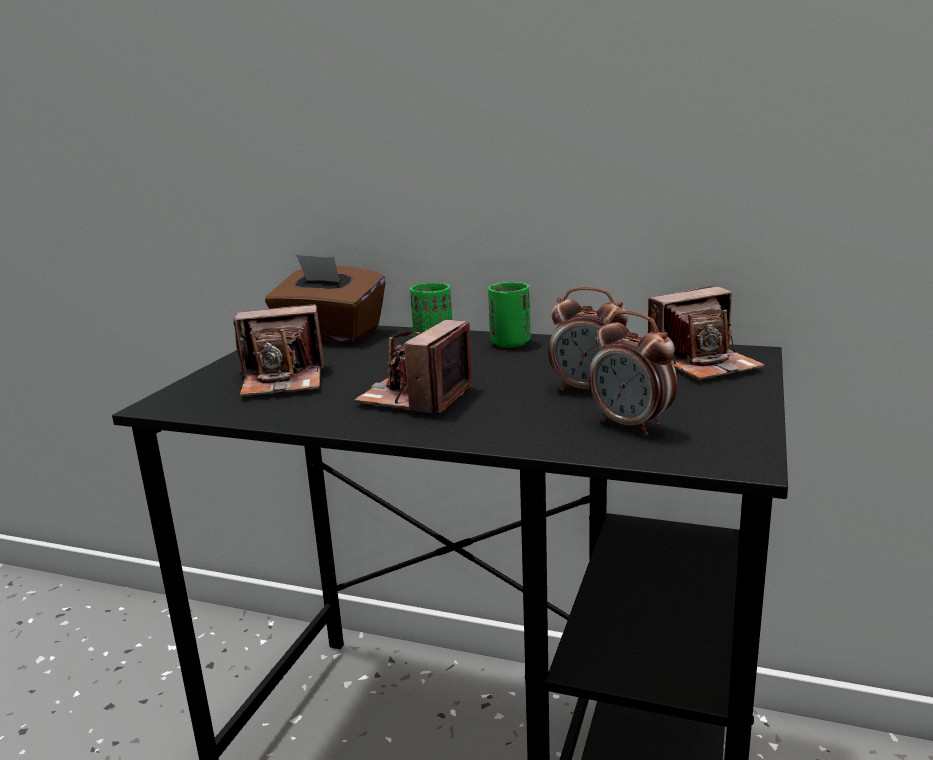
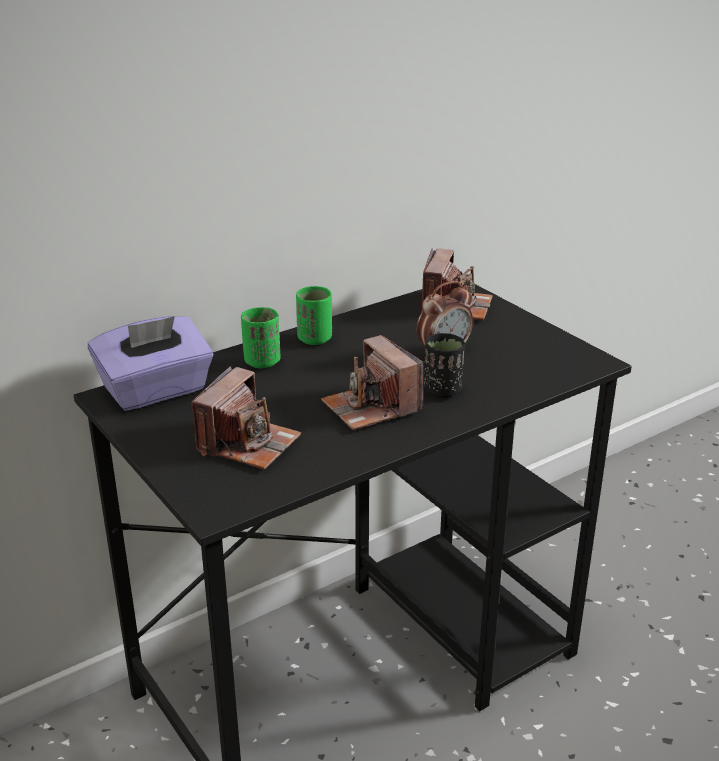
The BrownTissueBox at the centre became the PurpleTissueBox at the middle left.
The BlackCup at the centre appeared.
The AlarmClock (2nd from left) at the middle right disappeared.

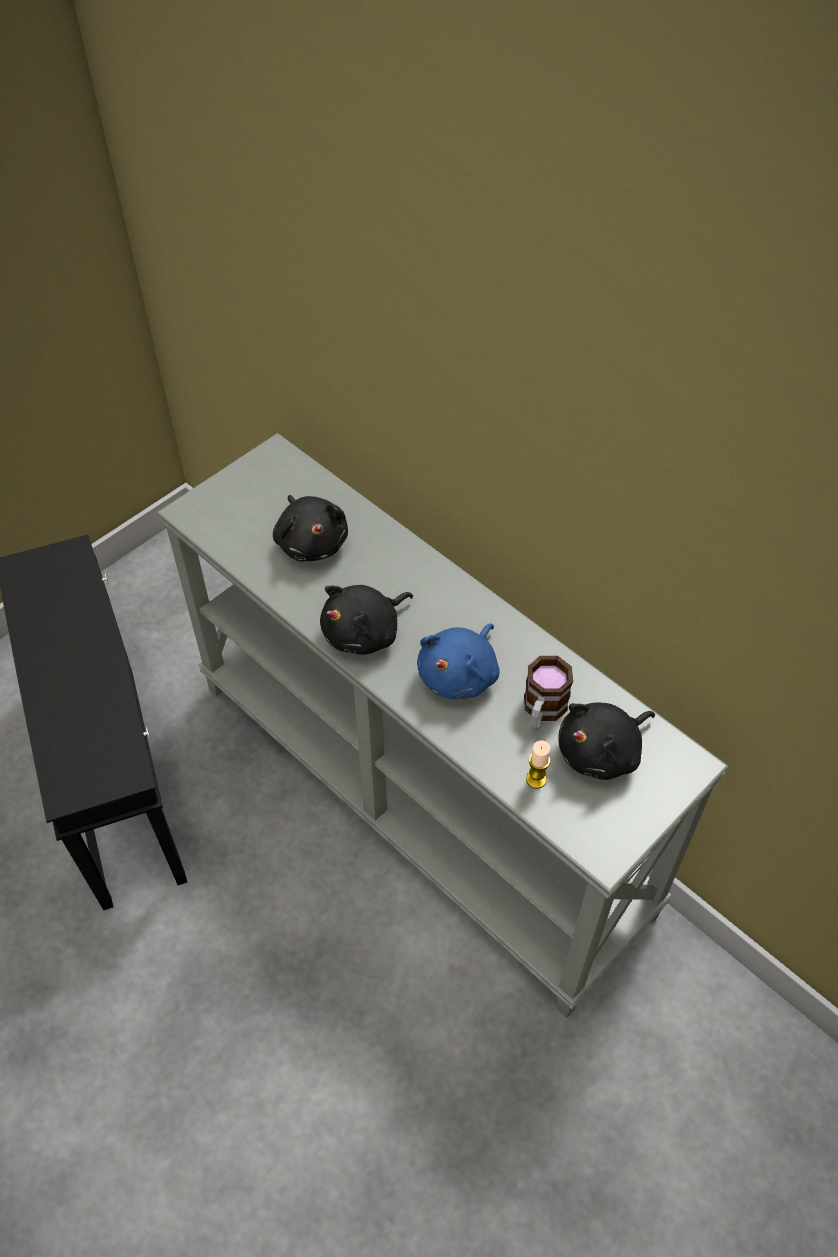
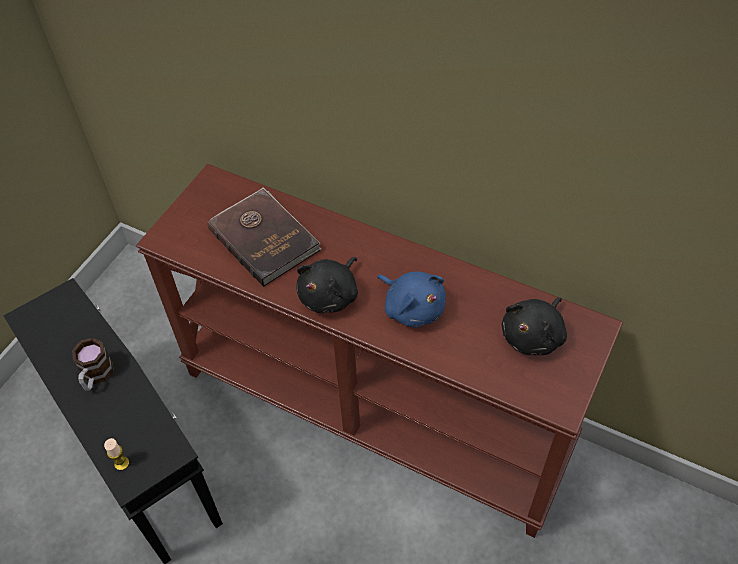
The Mug moved from the centre to the middle left.
The Candle moved from the centre to the bottom left.
The GreyConsoleTable at the centre became the BrownConsoleTable at the centre.
The BlackPlushToy (1st from left) at the centre was replaced by the BrownBook at the centre.
The BluePlushToy at the centre turned 60 degrees counterclockwise.

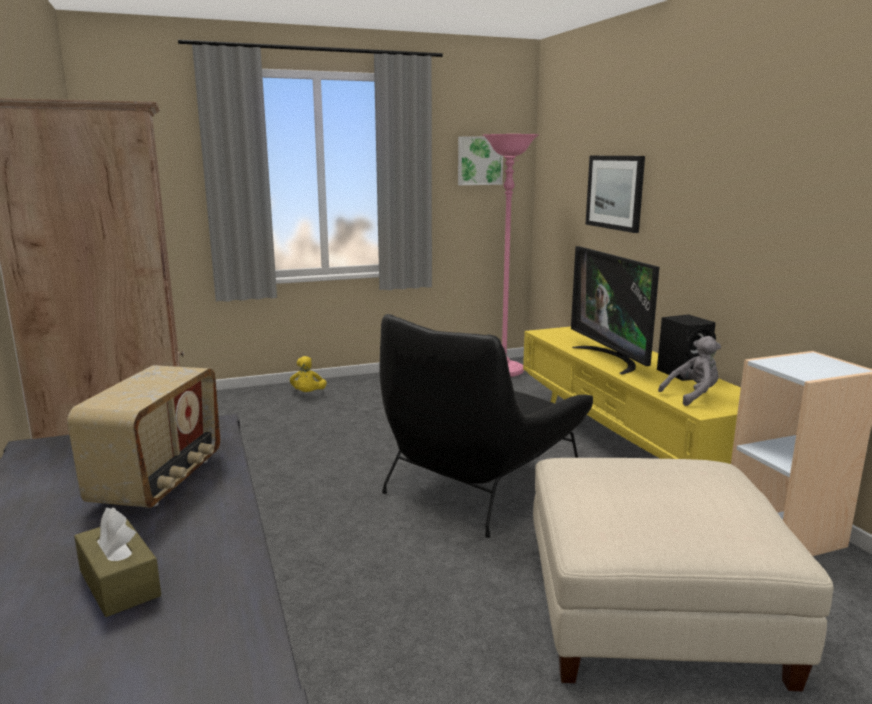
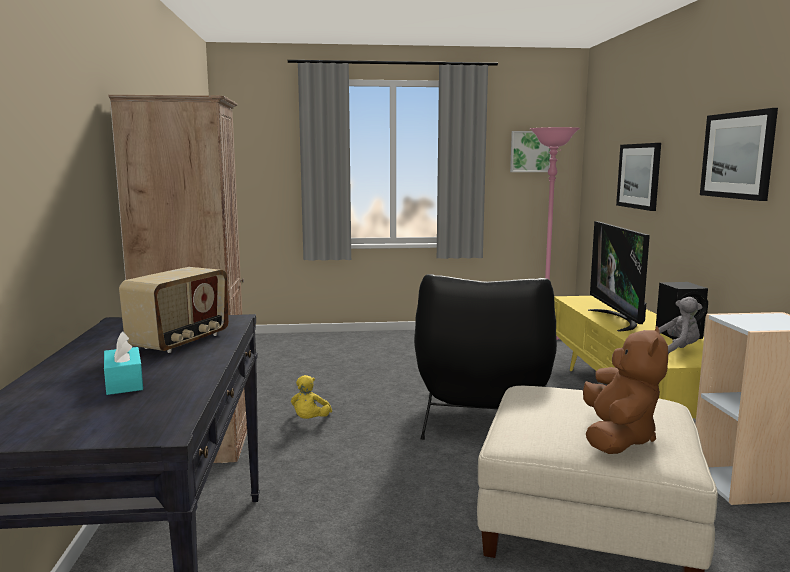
The BrownTissueBox at the bottom left became the TurquoiseTissueBox at the middle left.
The YellowPlushToy moved from the centre to the bottom centre.
The BlackArmchair at the centre turned 45 degrees counterclockwise.
The BrownPlushToy at the bottom right appeared.
The Picture (3rd from left) at the top right appeared.

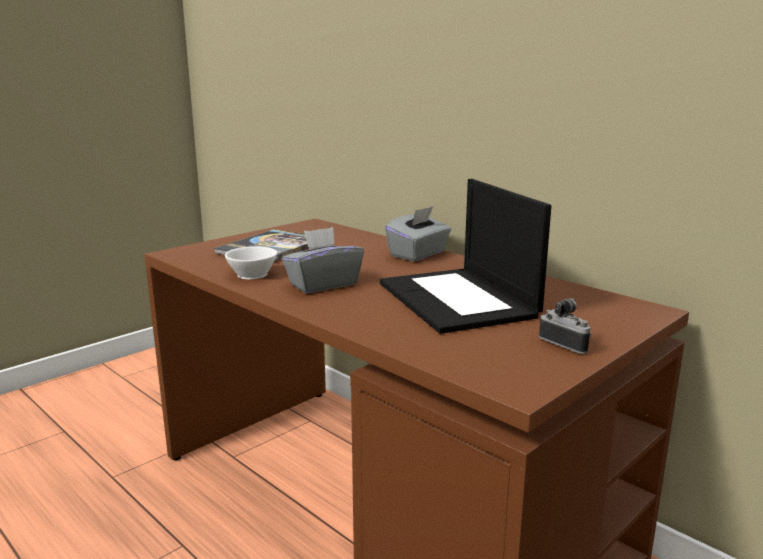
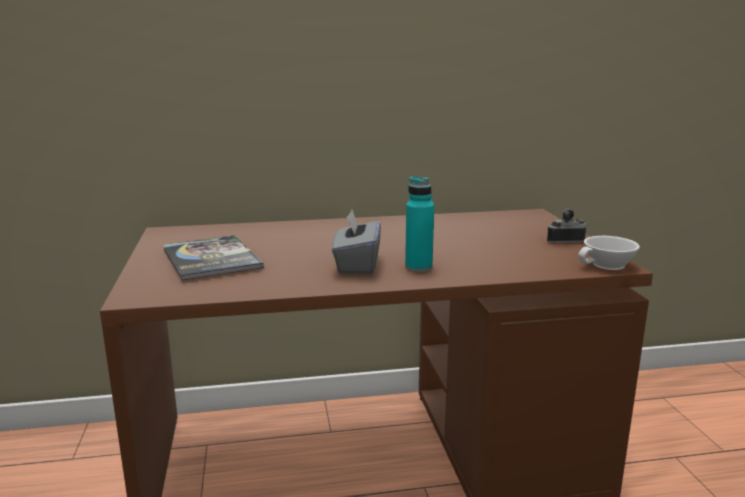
The TurquoiseBottle at the centre appeared.
The WhiteCup moved from the middle left to the middle right.
The Laptop at the centre disappeared.
The GreyTissueBox (2nd from left) at the centre disappeared.

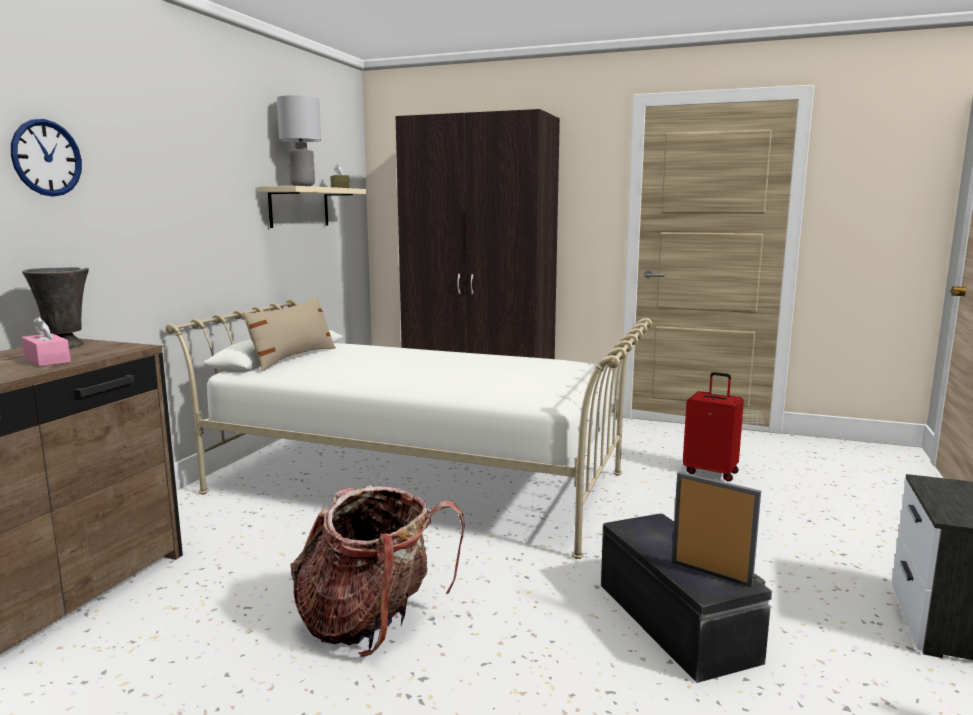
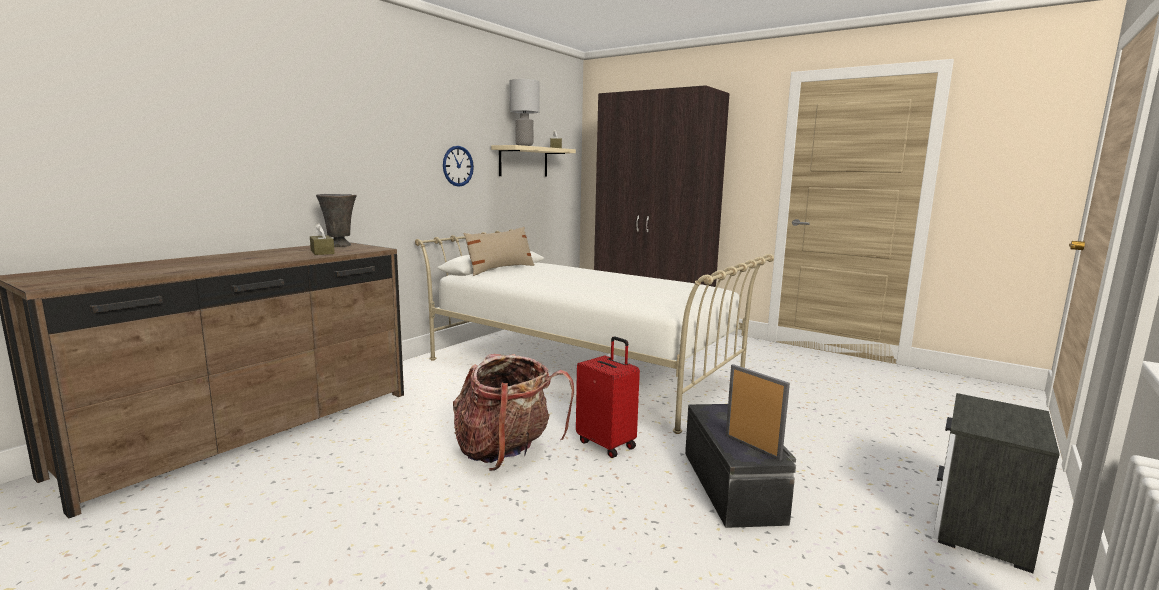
The PinkTissueBox at the middle left became the BrownTissueBox (1st from left) at the middle left.
The WallClock moved from the top left to the top centre.
The RedSuitcase moved from the middle right to the bottom centre.

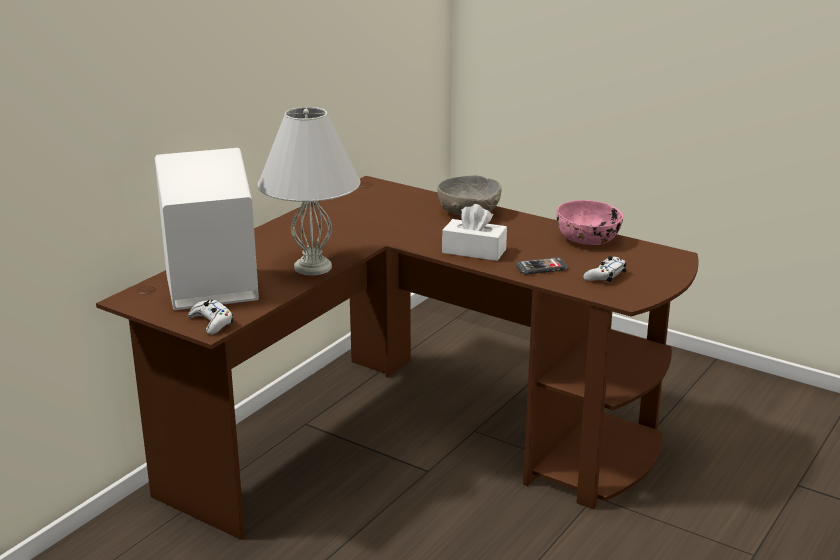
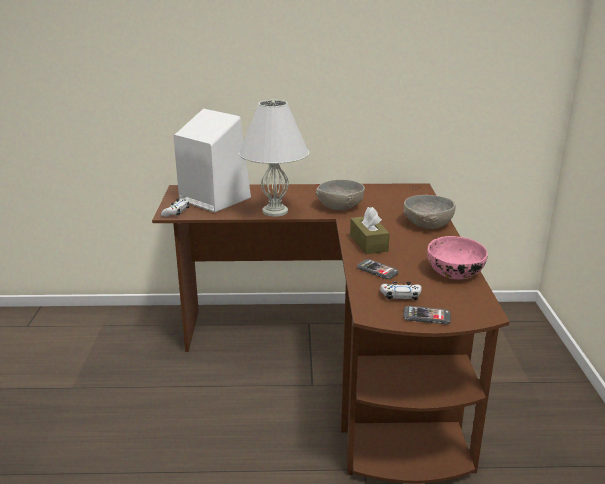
The GreyBowl (1st from left) at the centre appeared.
The WhiteTissueBox at the centre became the BrownTissueBox at the centre.
The Phone (2nd from left) at the middle right appeared.

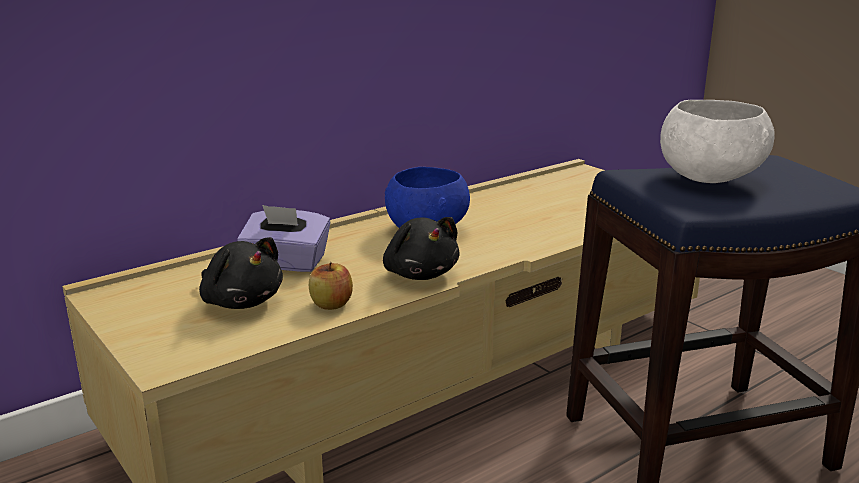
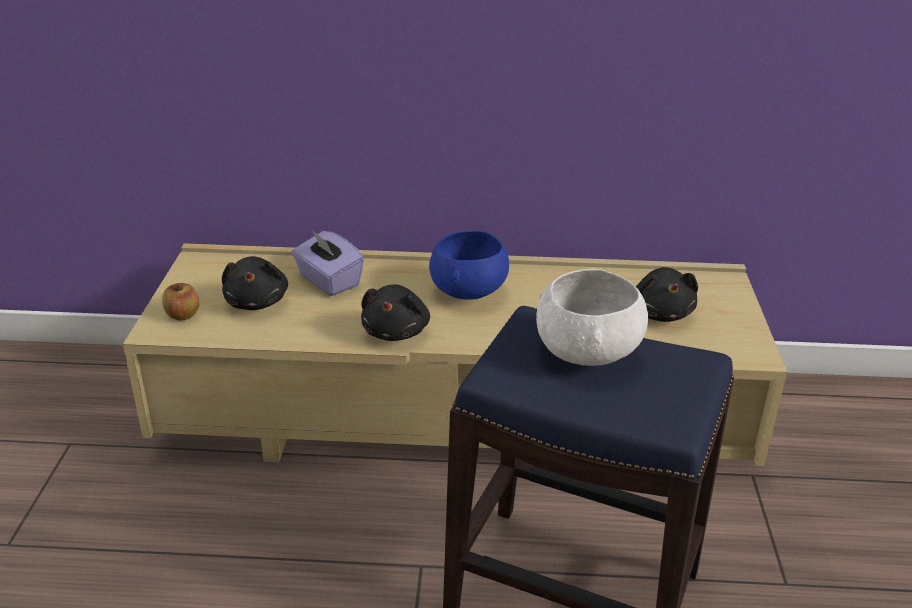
The Apple moved from the centre to the middle left.
The BlackPlushToy (3rd from left) at the middle right appeared.

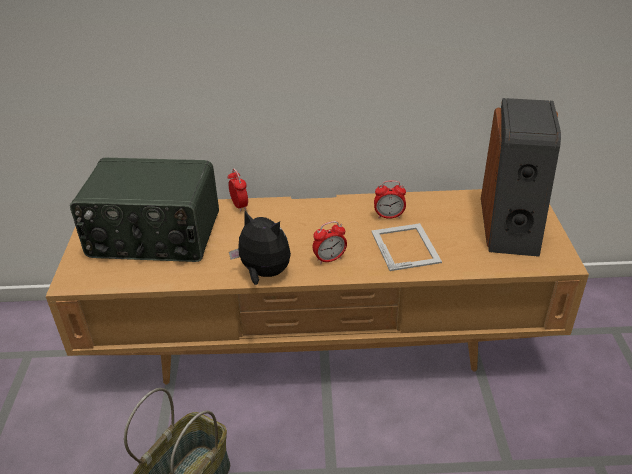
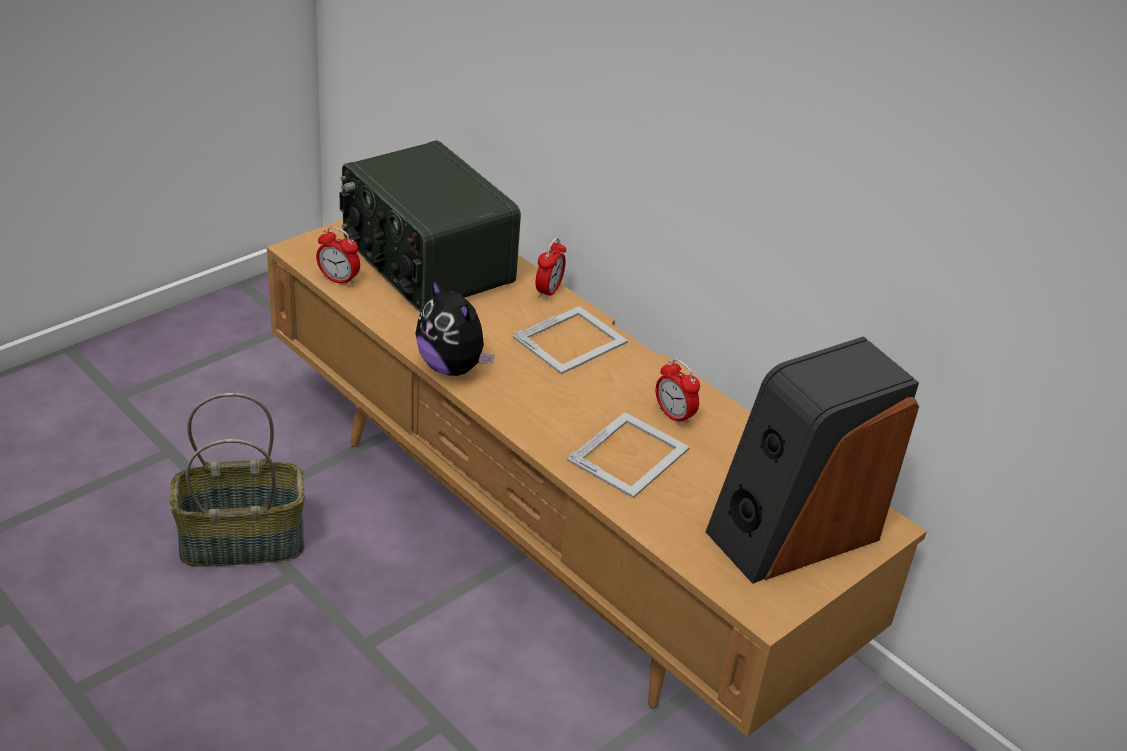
The AlarmClock (2nd from left in the first image) moved from the centre to the middle left.
The PlushToy at the centre turned 150 degrees clockwise.
The PictureFrame (1st from left) at the centre appeared.

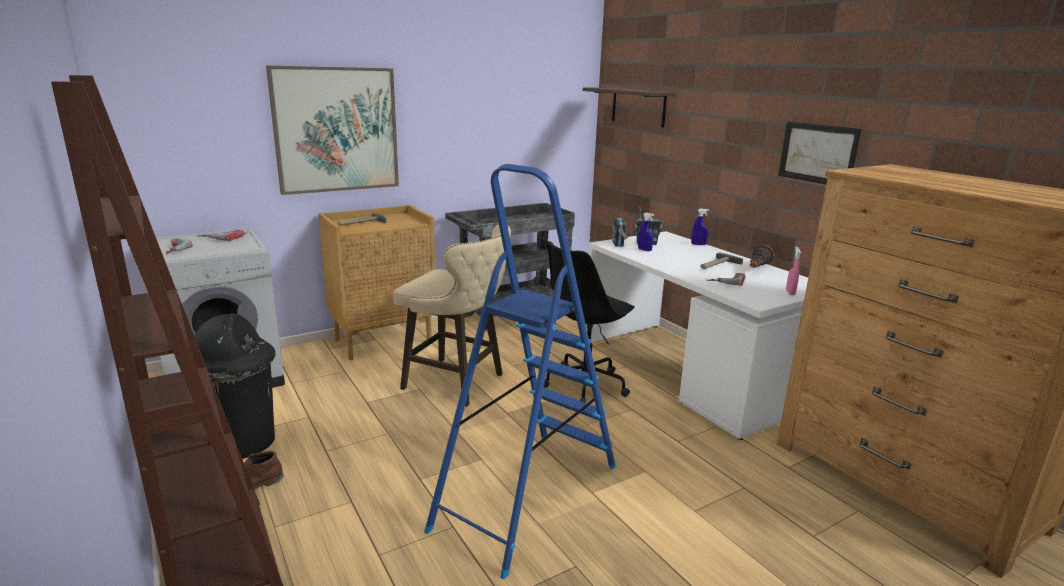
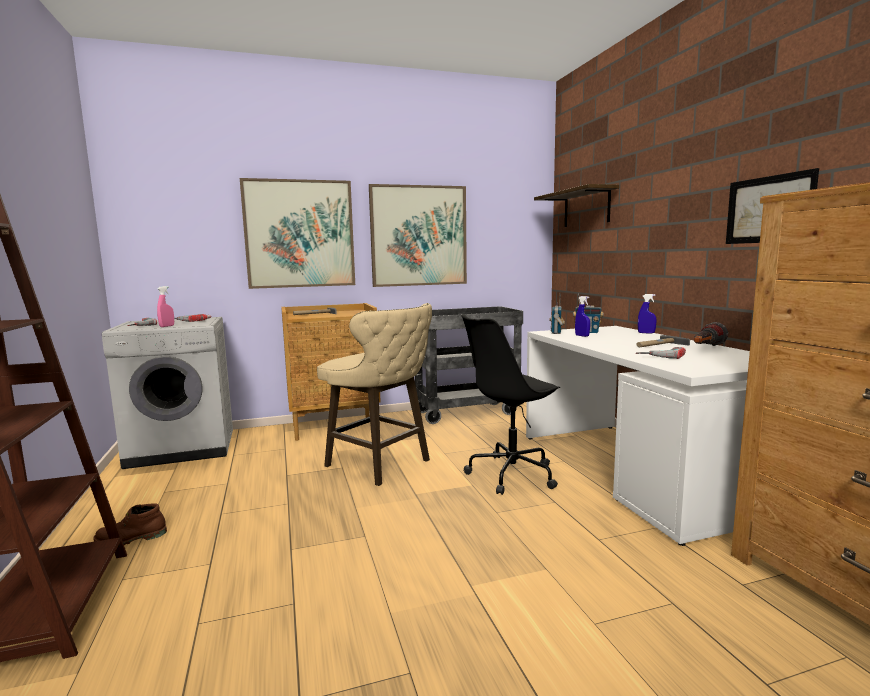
The PinkSprayBottle moved from the middle right to the middle left.
The Picture (2nd from left) at the centre appeared.
The BlackTrashCan at the middle left disappeared.
The BlueStepLadder at the centre disappeared.

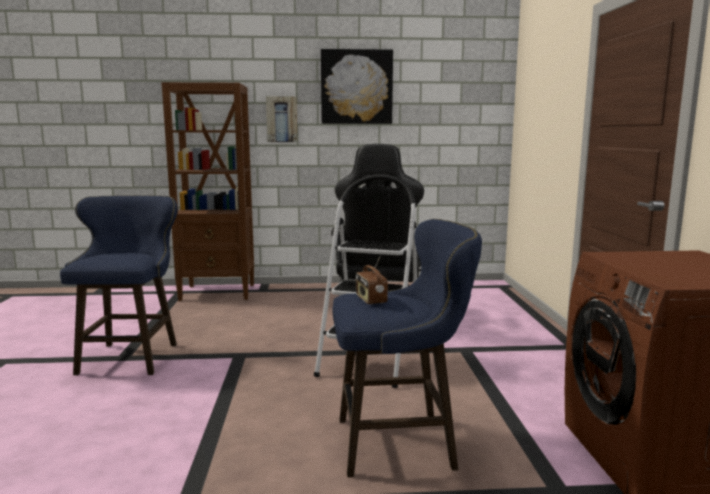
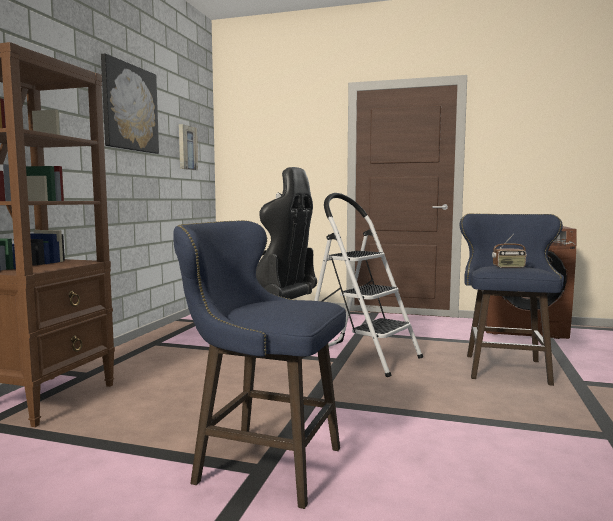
The Picture (1st from left in the first image) moved from the top centre to the top left.

